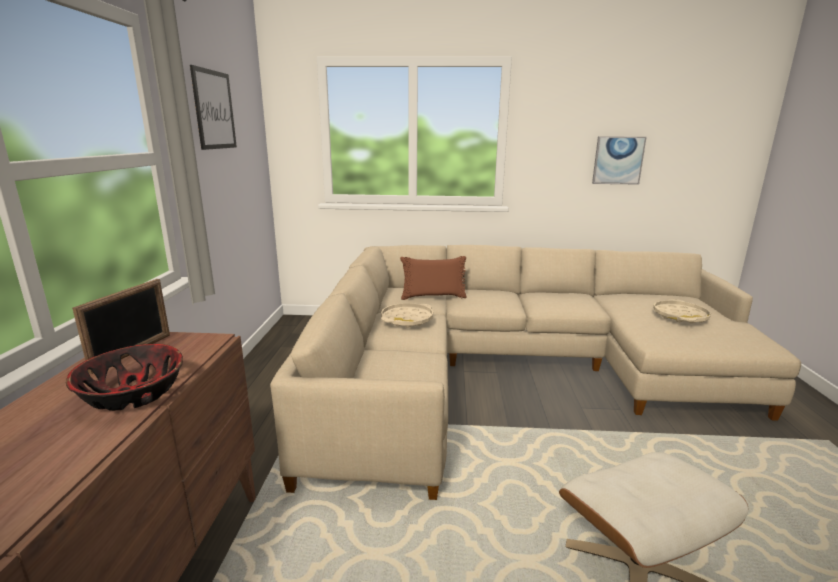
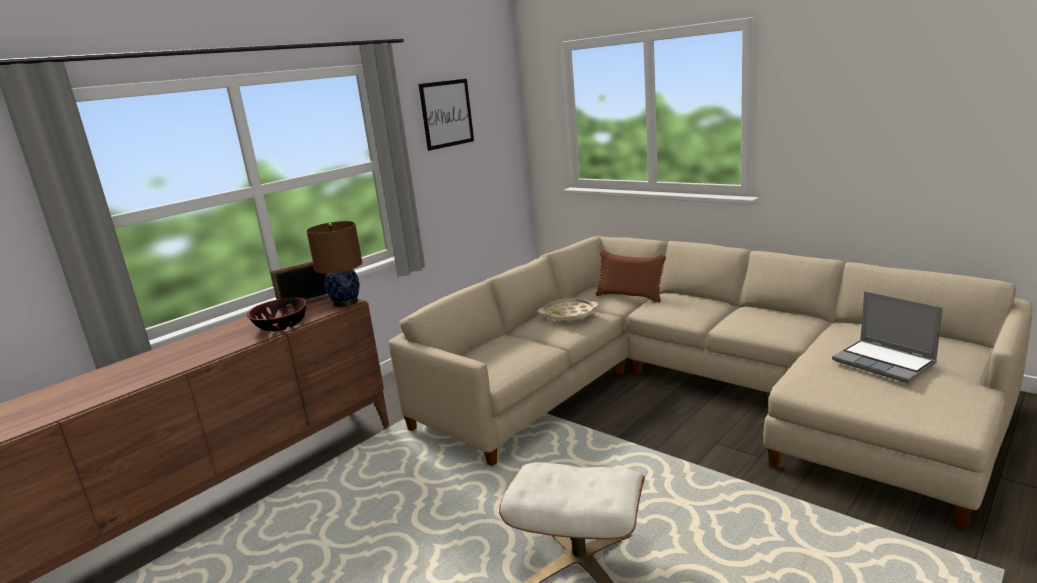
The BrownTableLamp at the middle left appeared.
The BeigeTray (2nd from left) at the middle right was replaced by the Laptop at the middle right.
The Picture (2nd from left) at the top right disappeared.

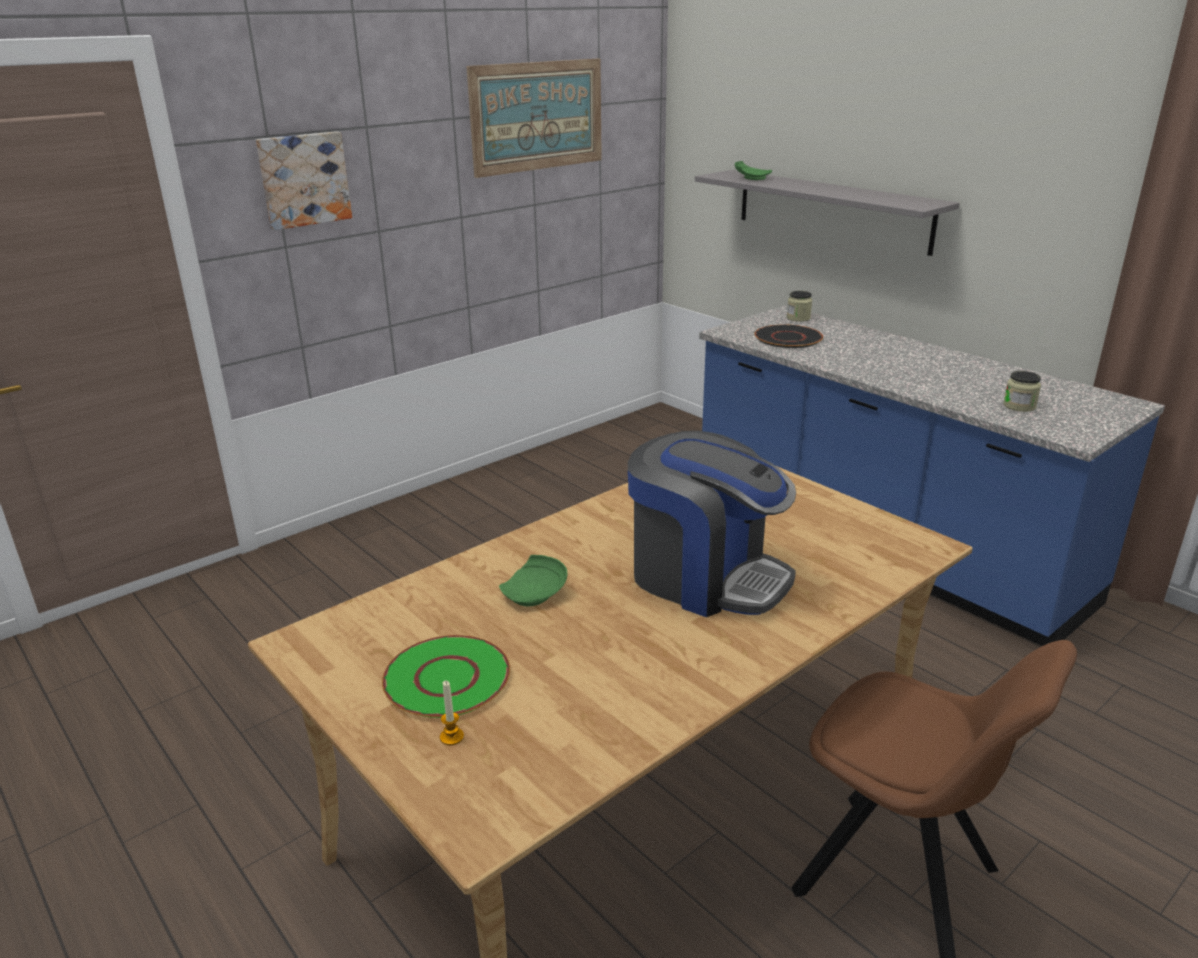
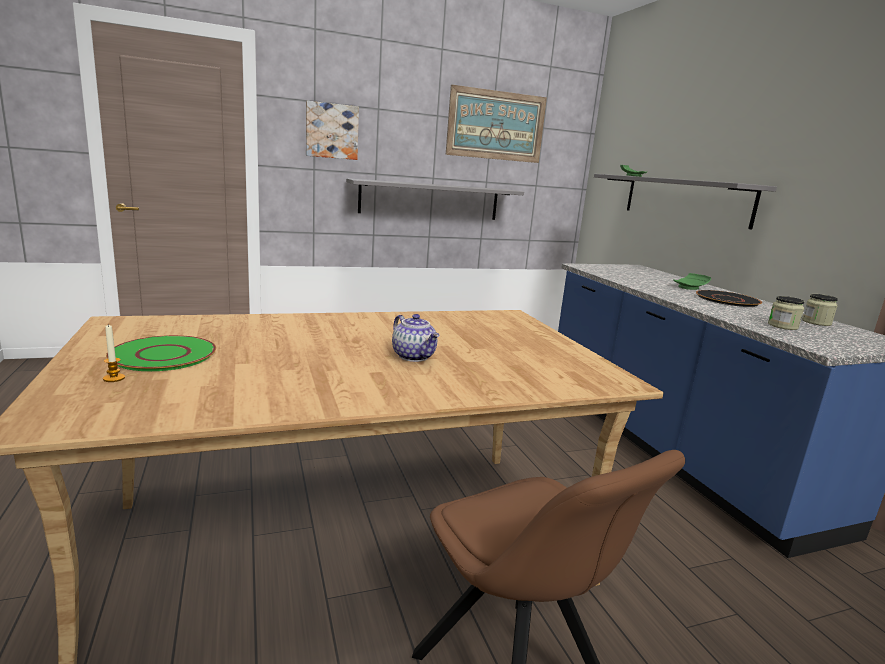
The GreyShelf (1st from left) at the top centre appeared.
The CoffeeMachine at the centre was replaced by the Teapot at the centre.
The GreenPlate (2nd from left in the first image) moved from the centre to the middle right.
The BlackPlate moved from the centre to the middle right.
The Jar (1st from left in the first image) moved from the top right to the middle right.

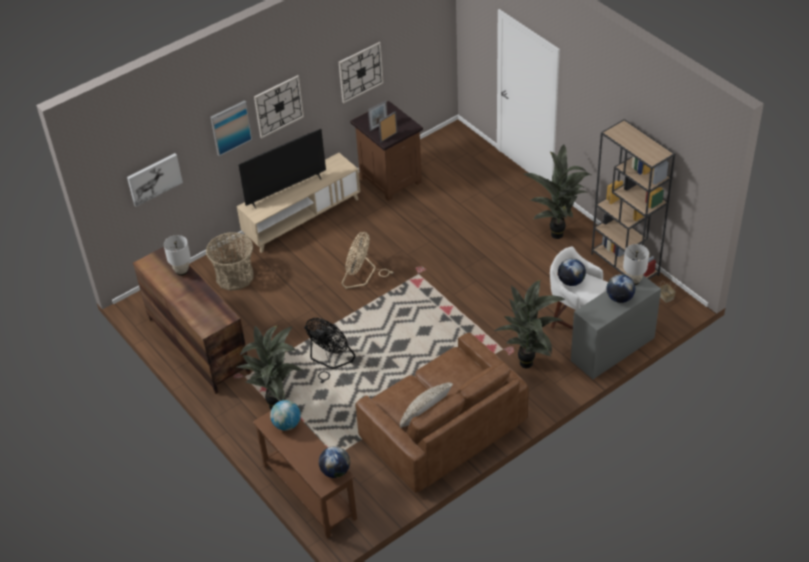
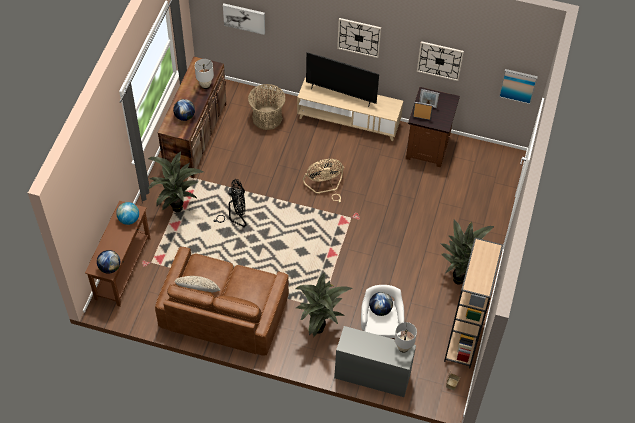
The Globe (4th from left in the first image) moved from the middle right to the top left.
The Picture (2nd from left) moved from the top left to the top right.

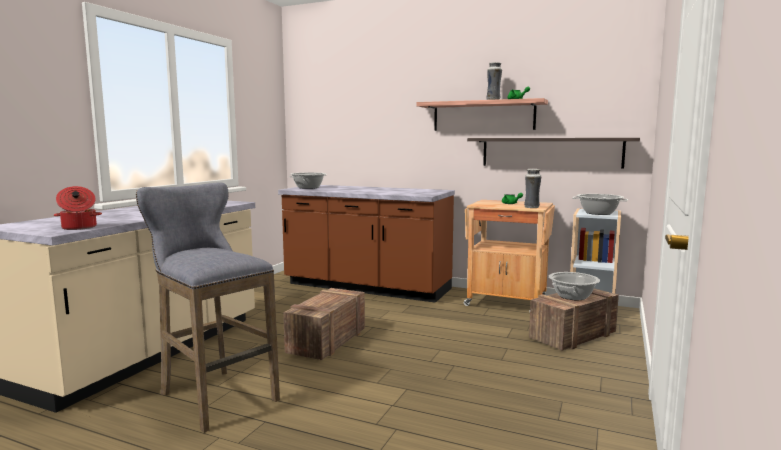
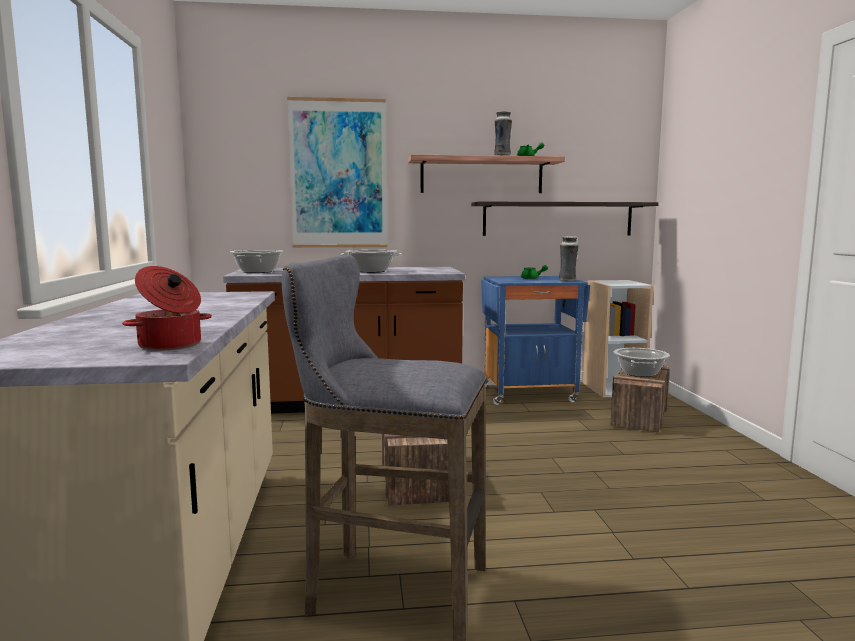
The Picture at the top centre appeared.
The CookingPot (4th from left in the first image) moved from the middle right to the centre.
The BrownCart at the centre became the BlueCart at the centre.

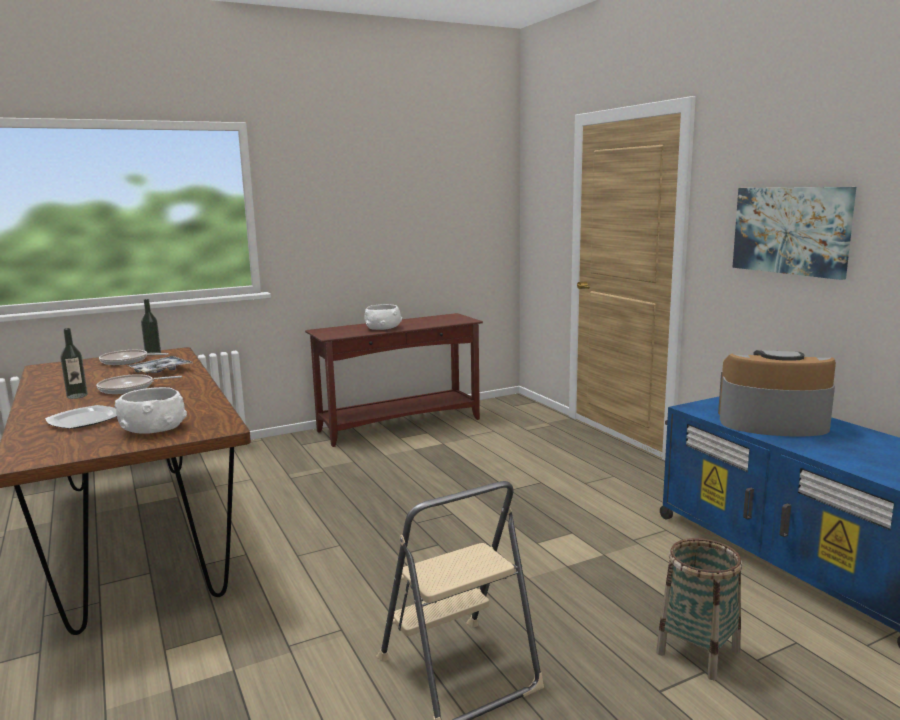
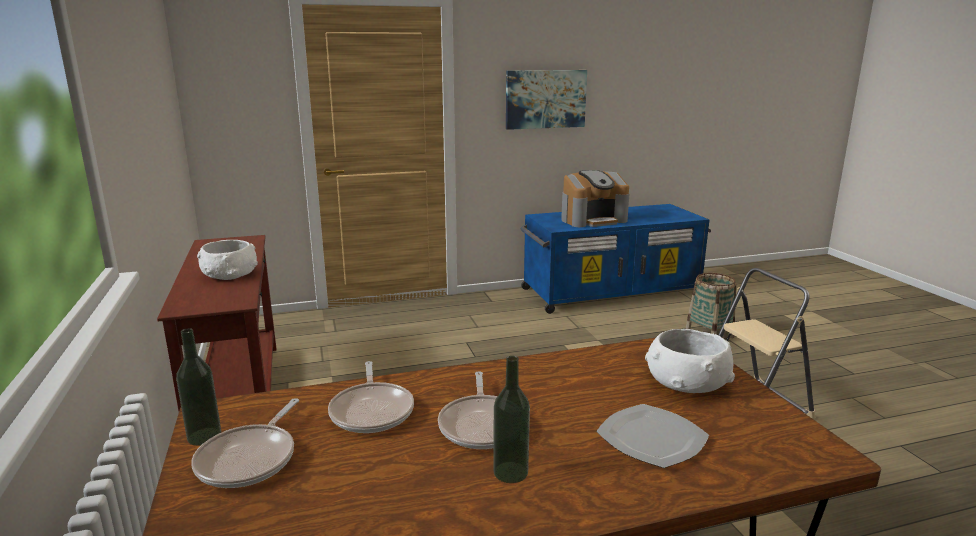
The Tray at the middle left was replaced by the FryingPan (2nd from left) at the bottom centre.
The CoffeeMachine at the middle right turned 135 degrees counterclockwise.

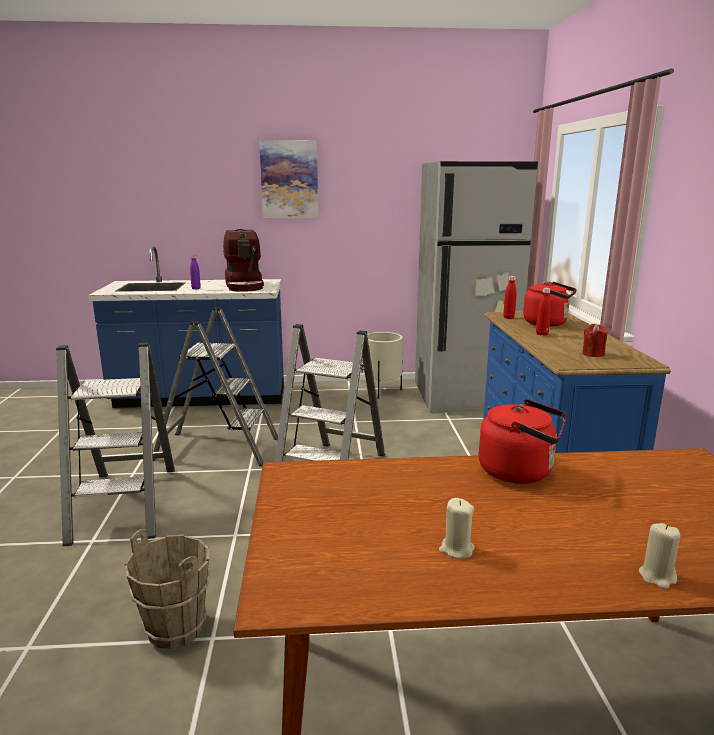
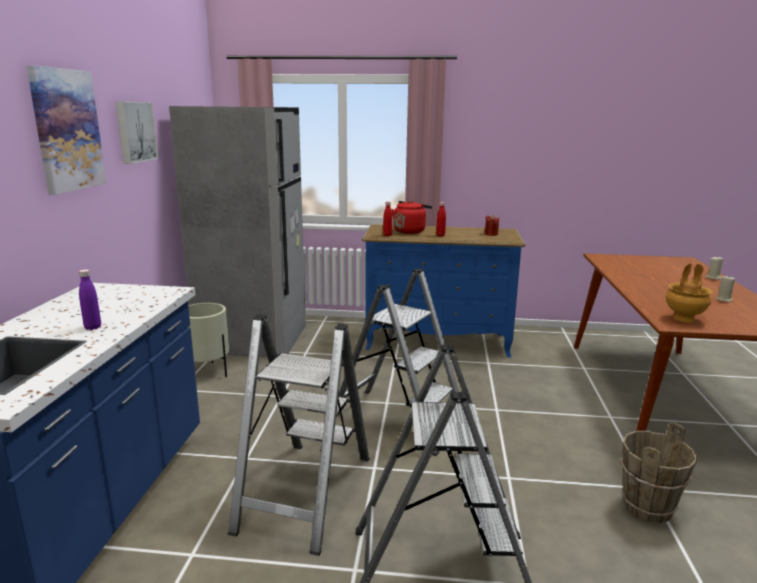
The Picture (2nd from left) at the top left appeared.
The BrownVase at the middle right appeared.
The CoffeeMachine at the centre disappeared.
The RedKettle (1st from left) at the middle right disappeared.

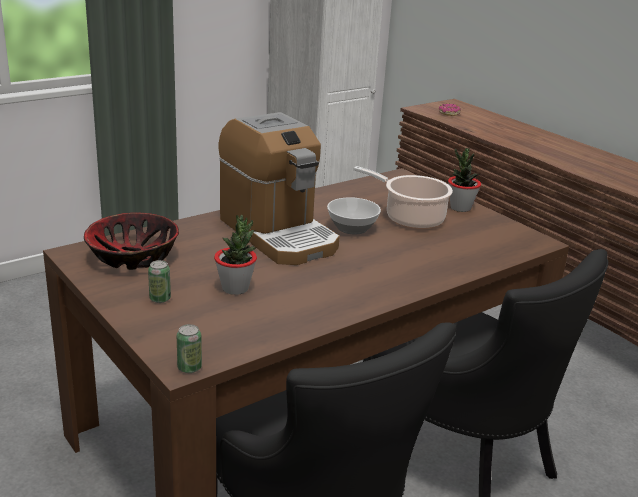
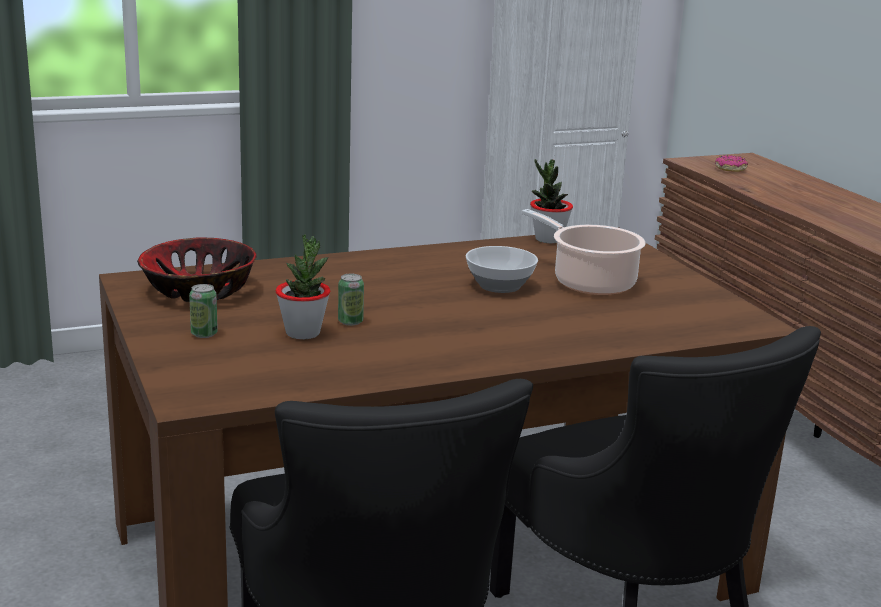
The Can (2nd from left) moved from the bottom left to the centre.
The PottedPlant (2nd from left) moved from the middle right to the top centre.
The CoffeeMachine at the centre disappeared.

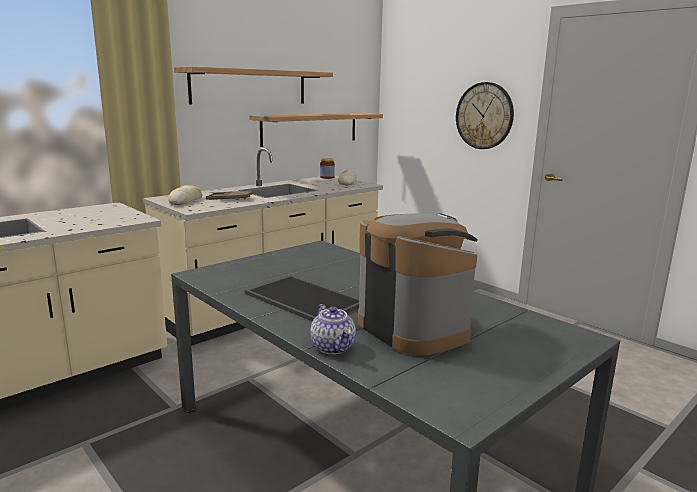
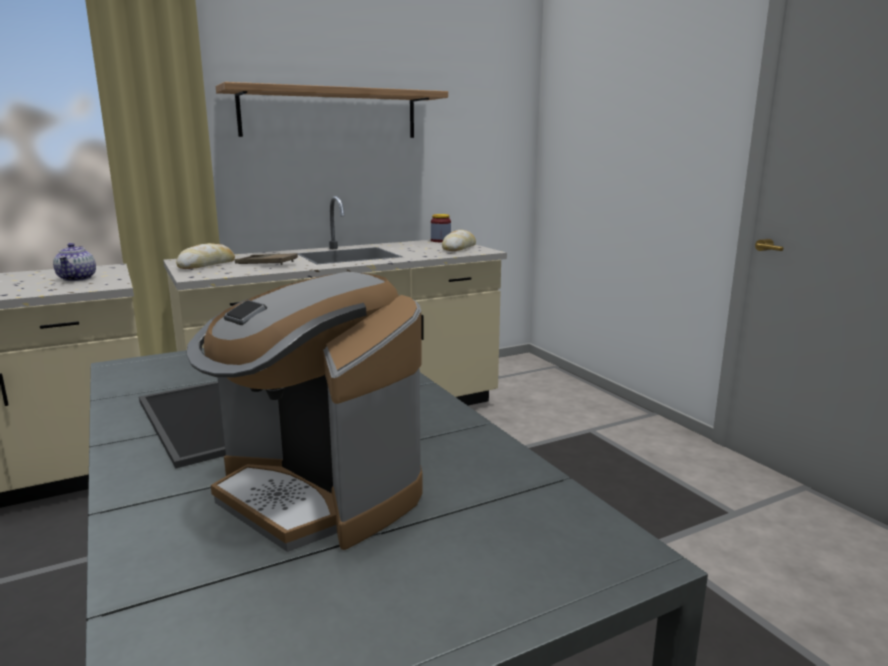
The Teapot moved from the bottom centre to the middle left.
The CoffeeMachine at the centre turned 150 degrees clockwise.
The Shelf (2nd from left) at the top centre disappeared.
The WallClock at the top right disappeared.

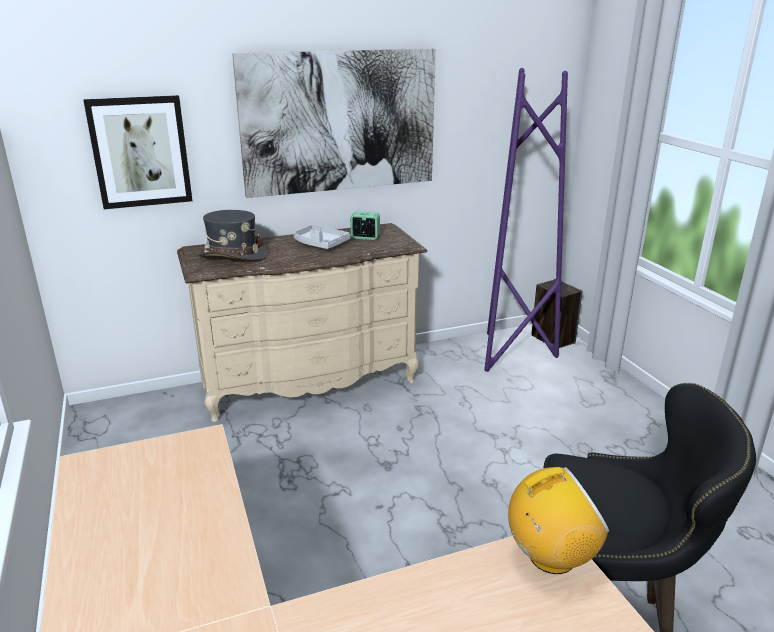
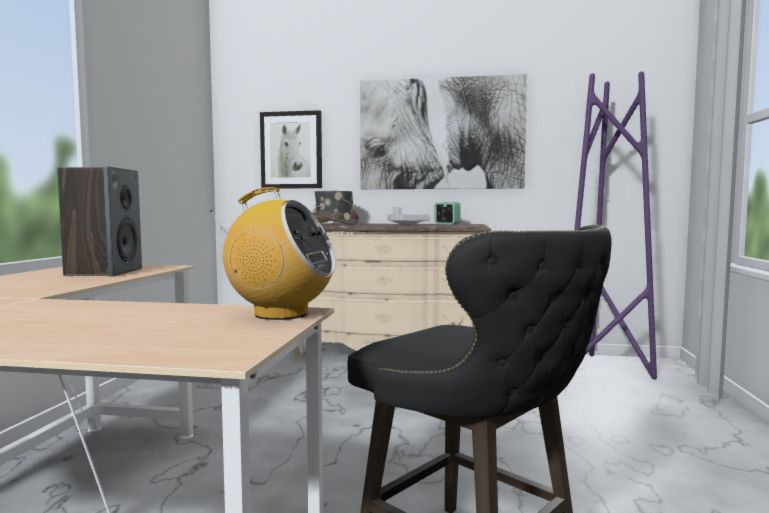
The Speaker moved from the middle right to the middle left.

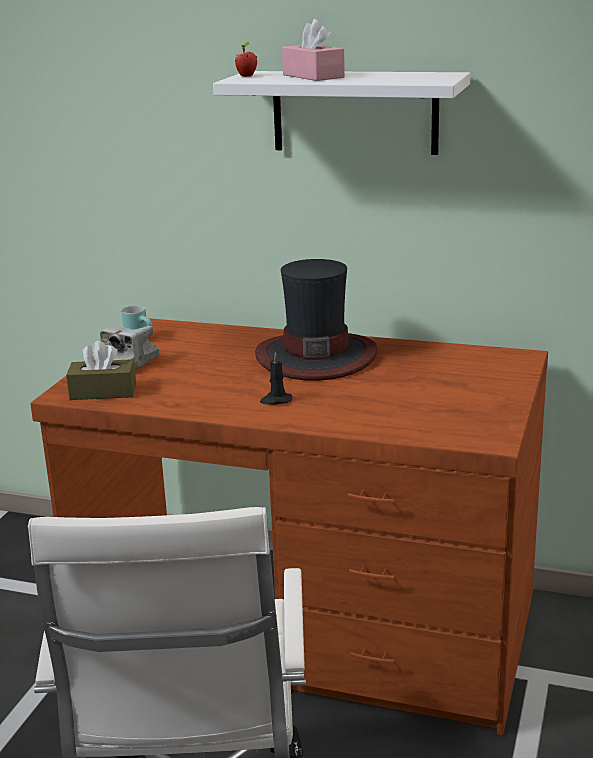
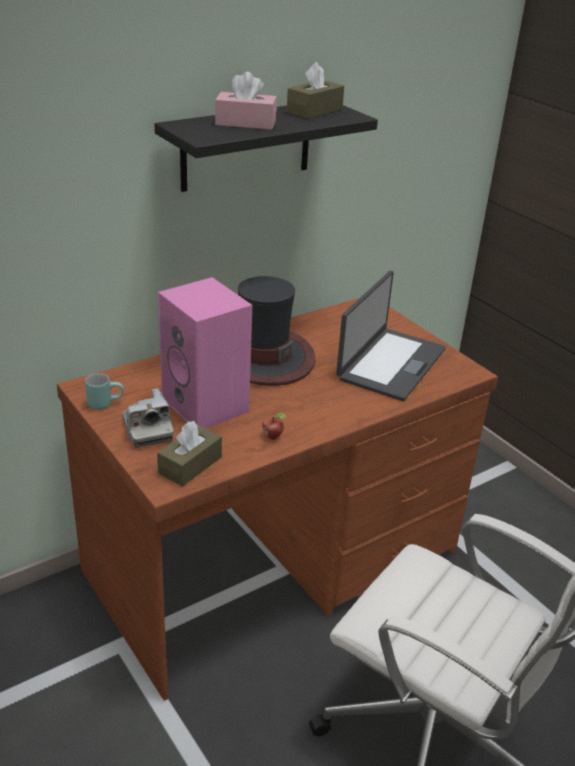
The WhiteShelf at the top centre became the BlackShelf at the top centre.
The PinkSpeaker at the centre appeared.
The Apple moved from the top centre to the centre.
The BrownTissueBox (2nd from left) at the top centre appeared.
The Laptop at the middle right appeared.
The BlackCandle at the centre disappeared.

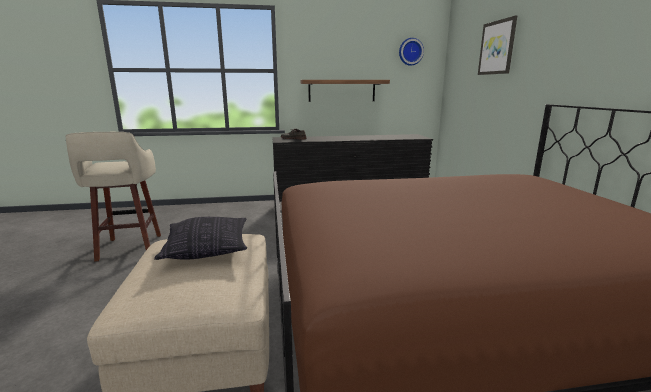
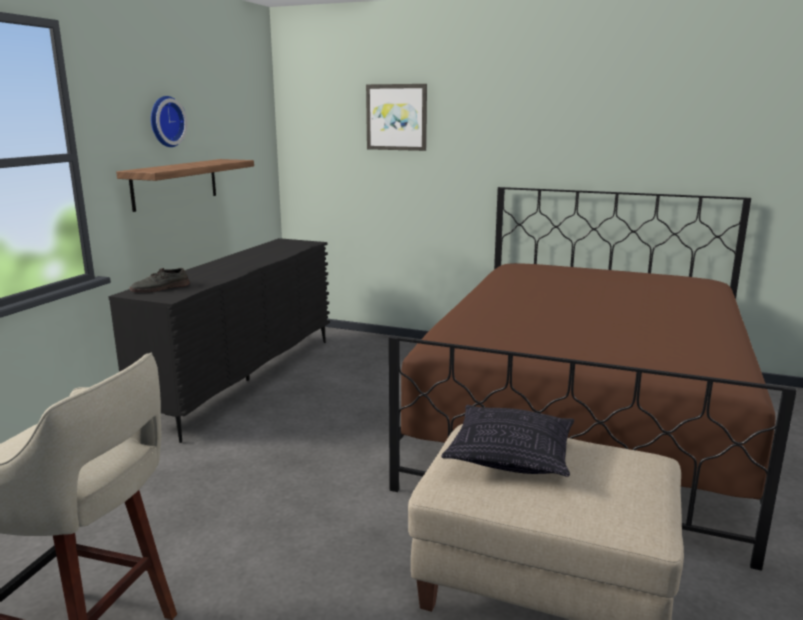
The WallClock moved from the top centre to the top left.

